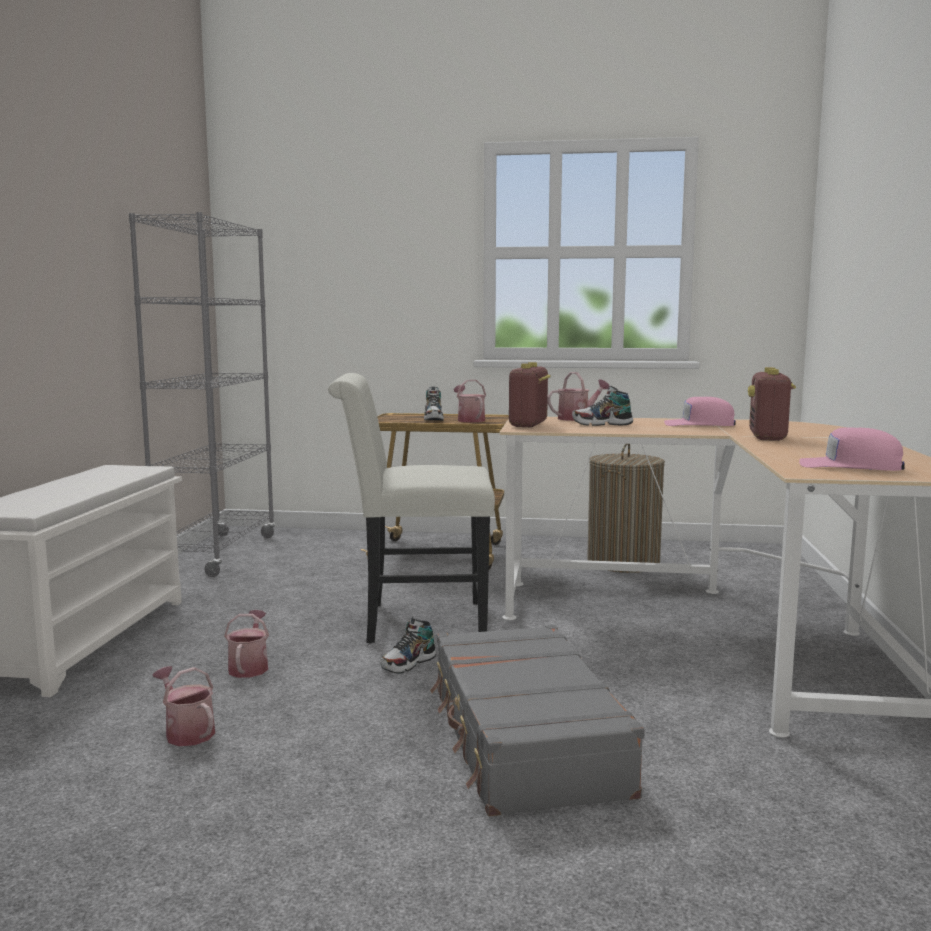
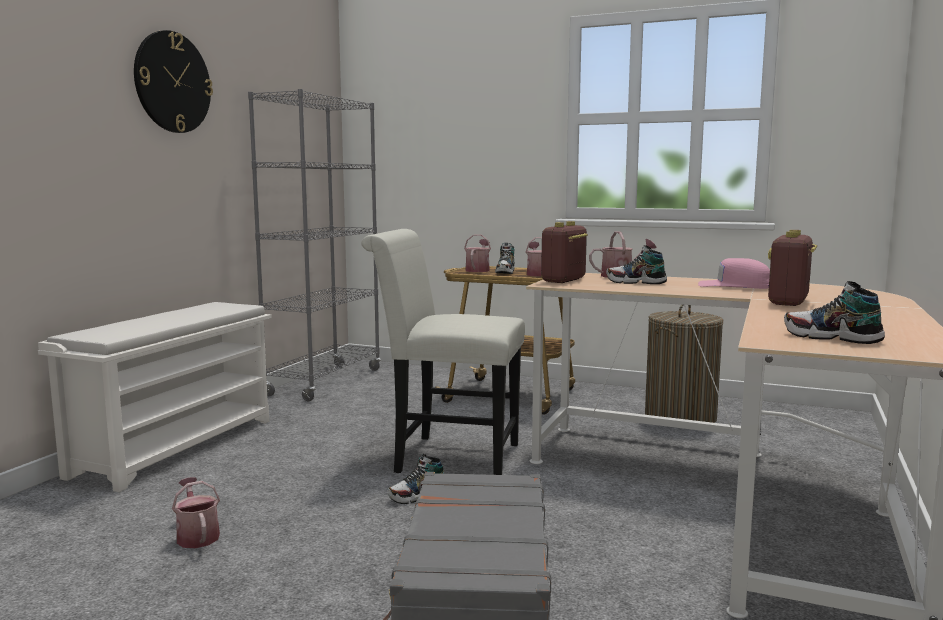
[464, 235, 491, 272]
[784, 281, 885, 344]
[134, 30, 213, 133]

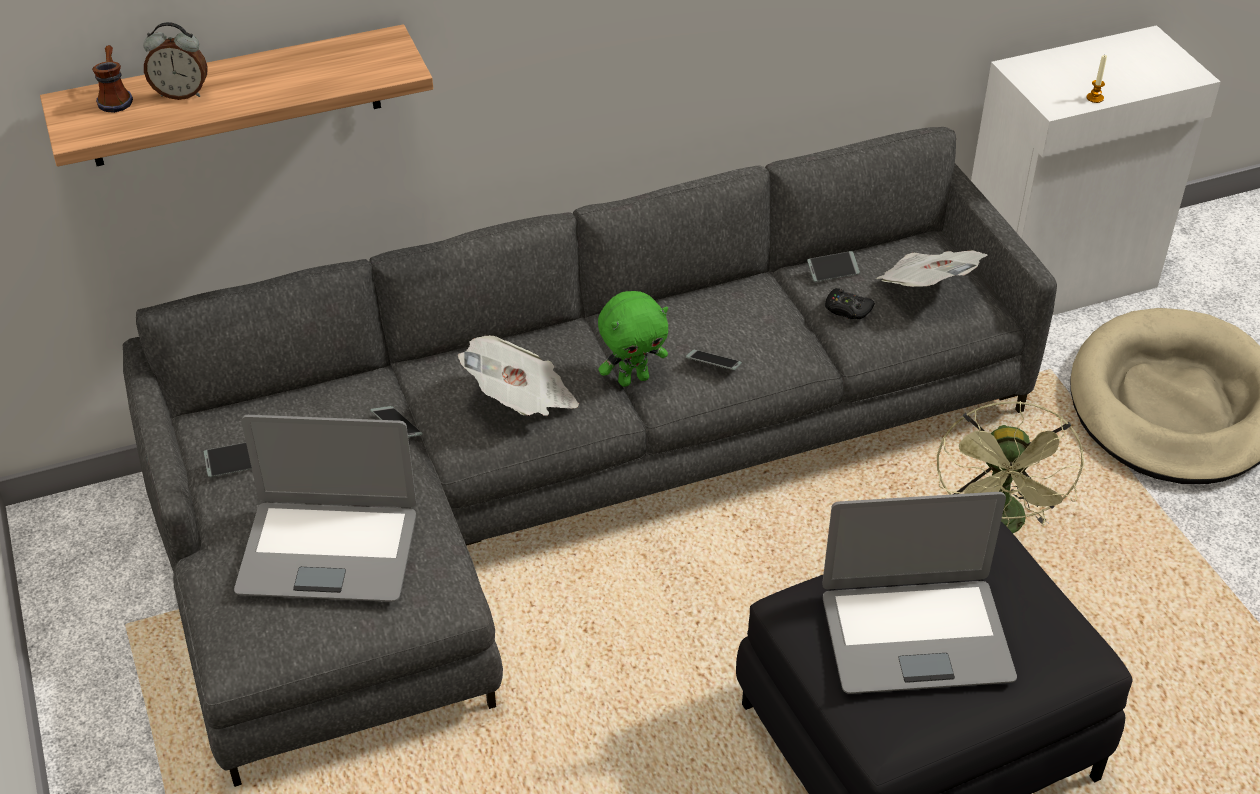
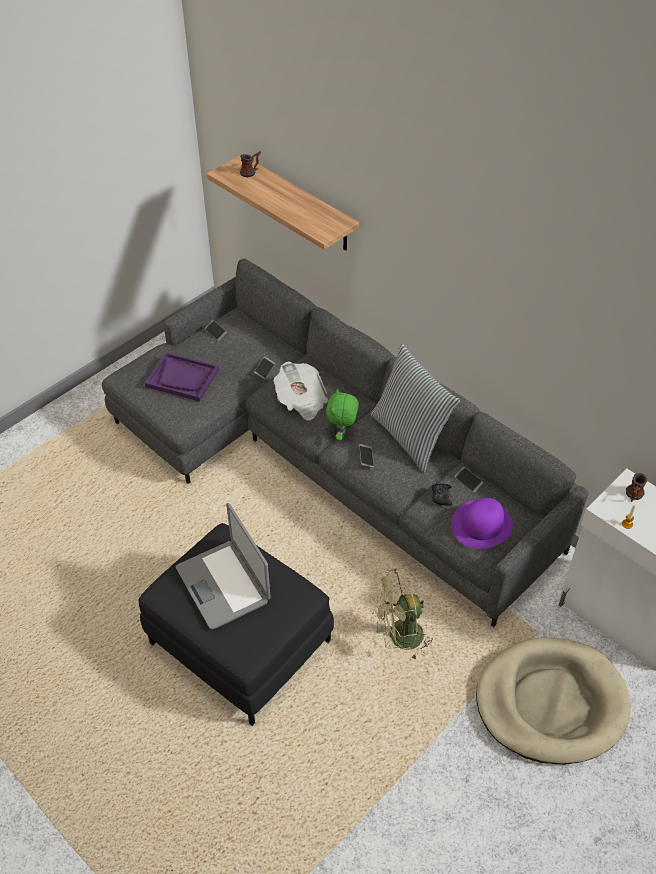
[143, 22, 207, 100] (first image)
[145, 352, 219, 402]
[326, 389, 359, 441]
[451, 498, 513, 549]
[371, 344, 460, 473]
[626, 473, 647, 502]

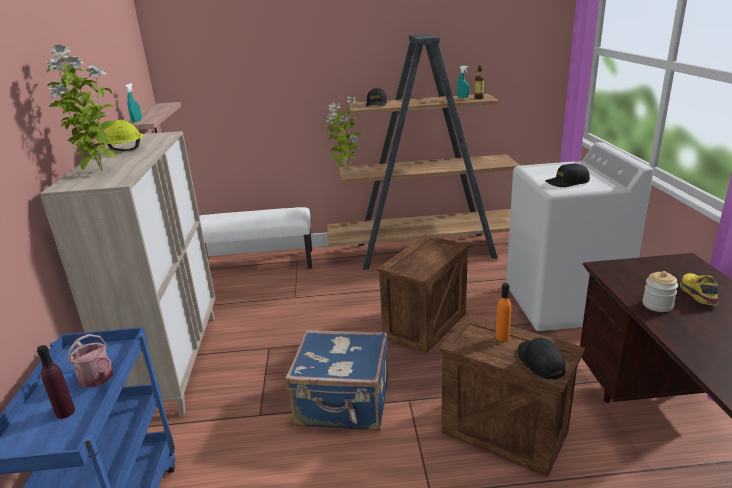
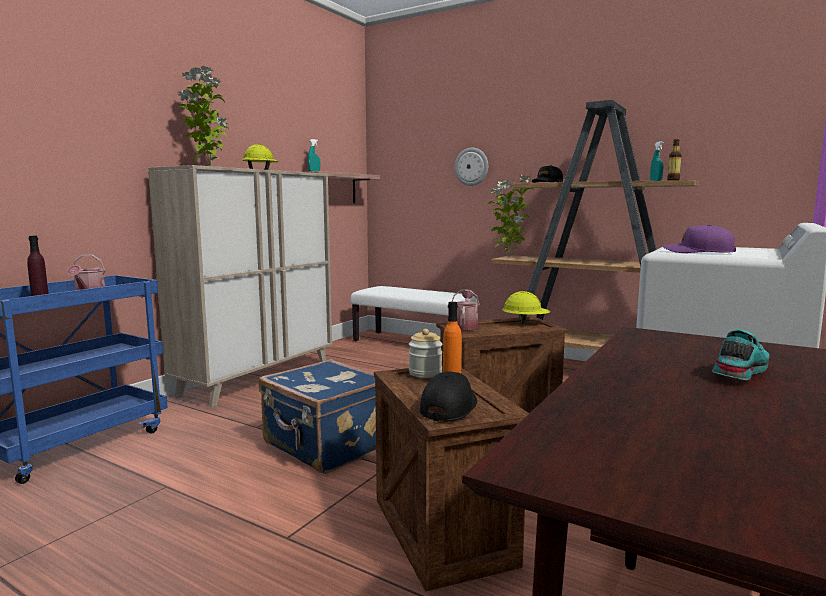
[663, 224, 736, 253]
[409, 329, 442, 378]
[712, 329, 770, 380]
[452, 289, 480, 330]
[455, 148, 488, 186]
[502, 291, 551, 324]

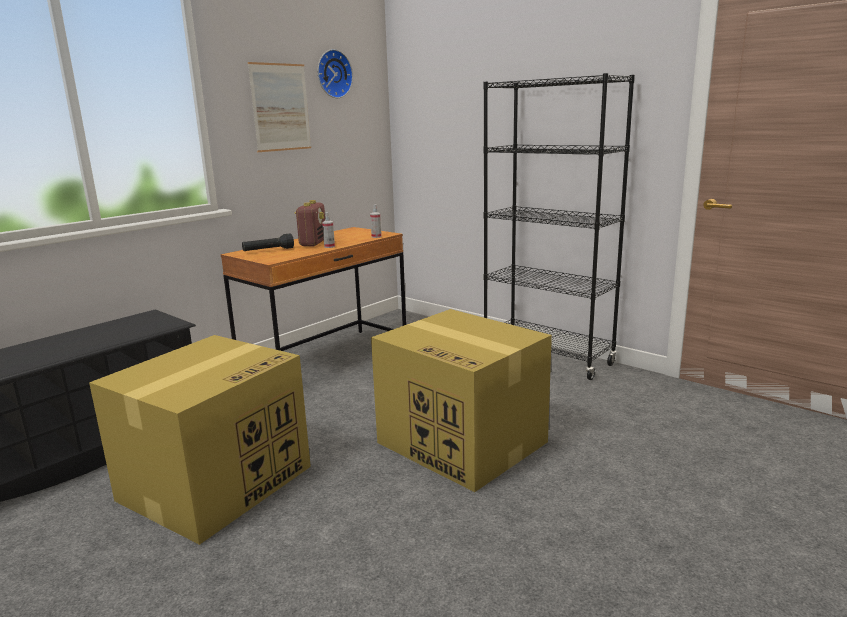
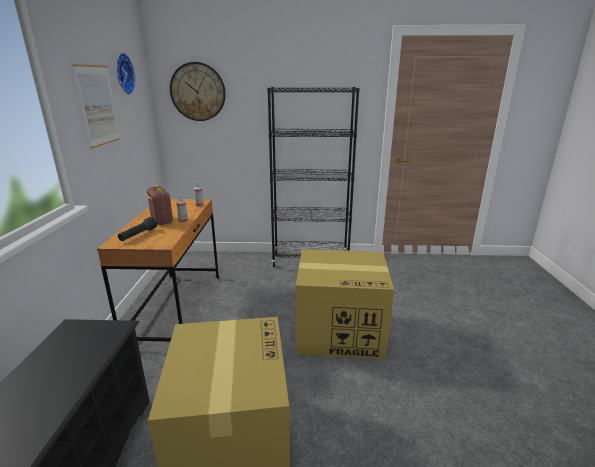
[170, 62, 226, 121]

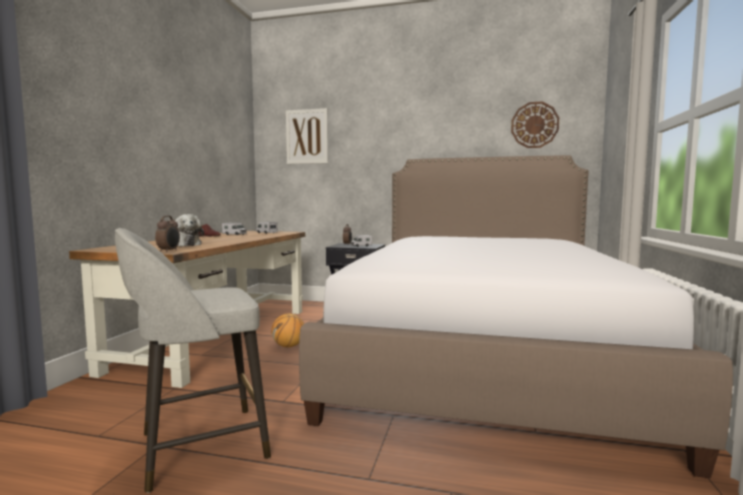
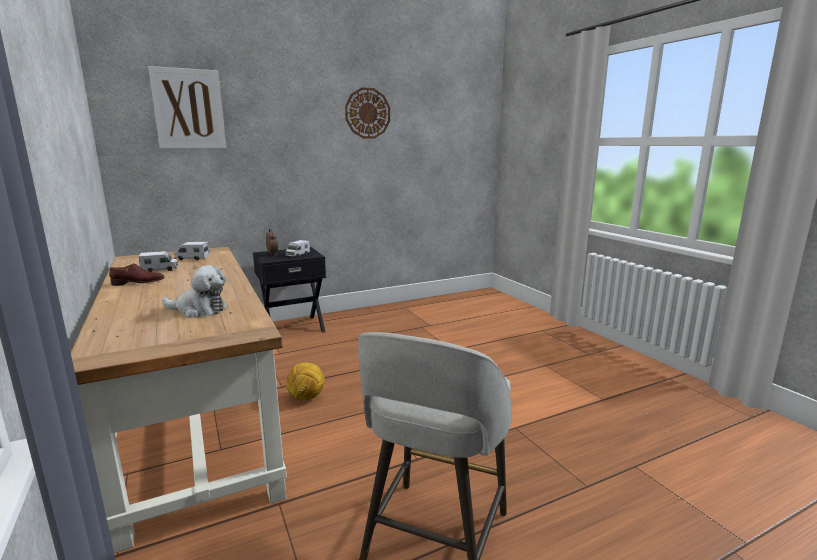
[155, 216, 180, 252] (first image)
[286, 363, 325, 400]
[299, 155, 733, 478] (first image)
[345, 87, 390, 139]

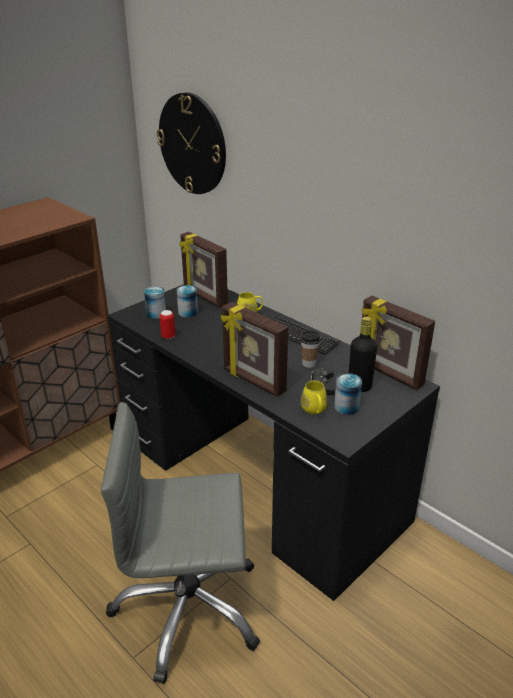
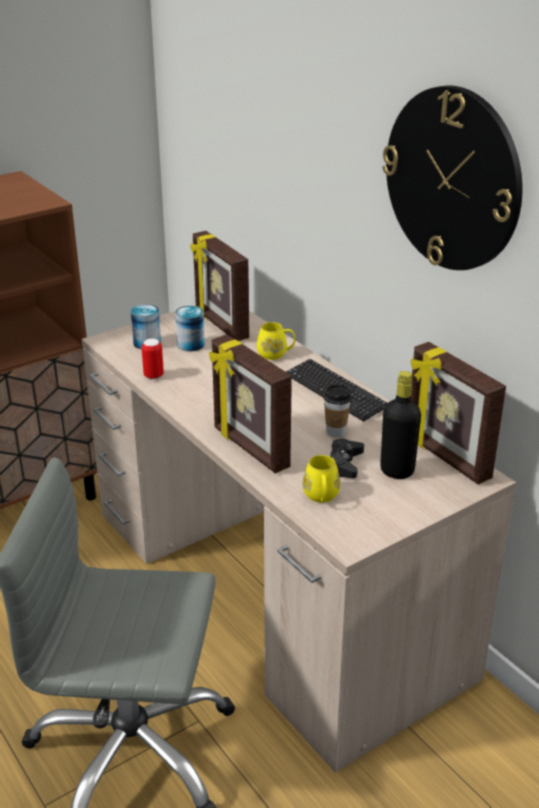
[81, 305, 516, 773]
[382, 85, 523, 270]
[334, 373, 362, 415] (first image)

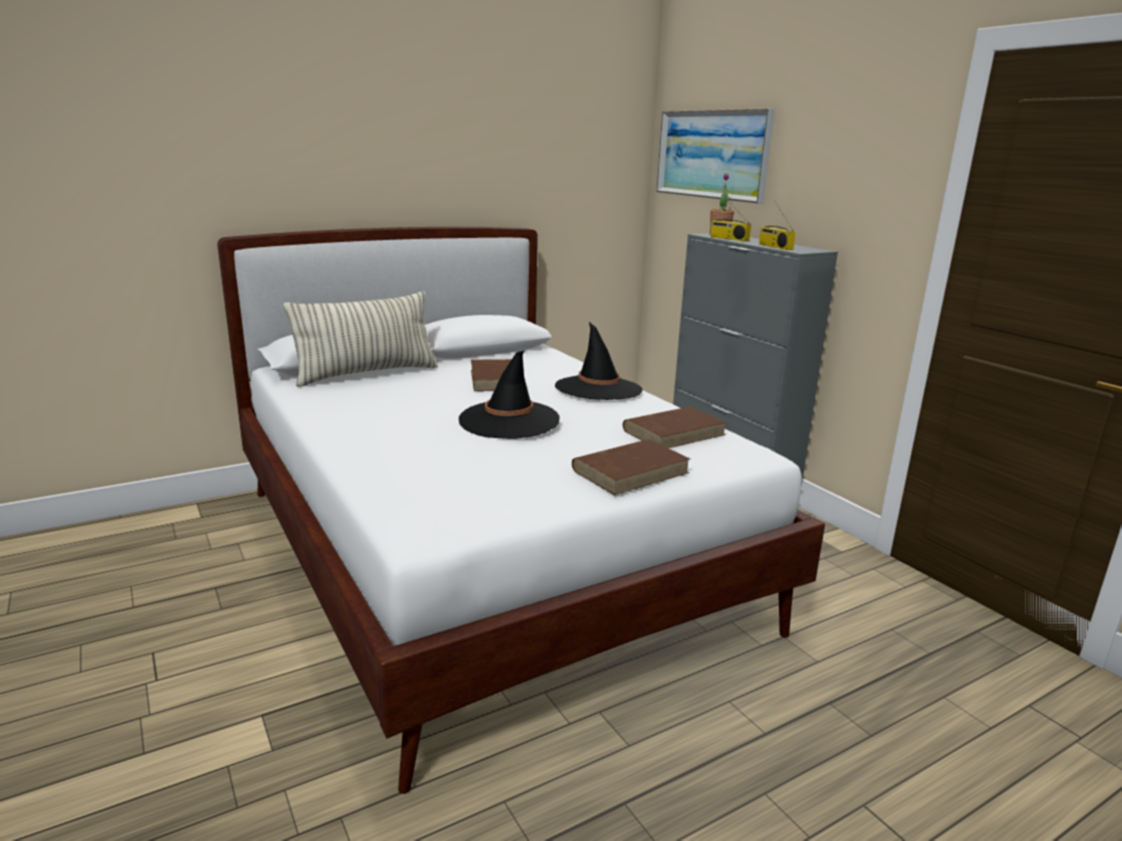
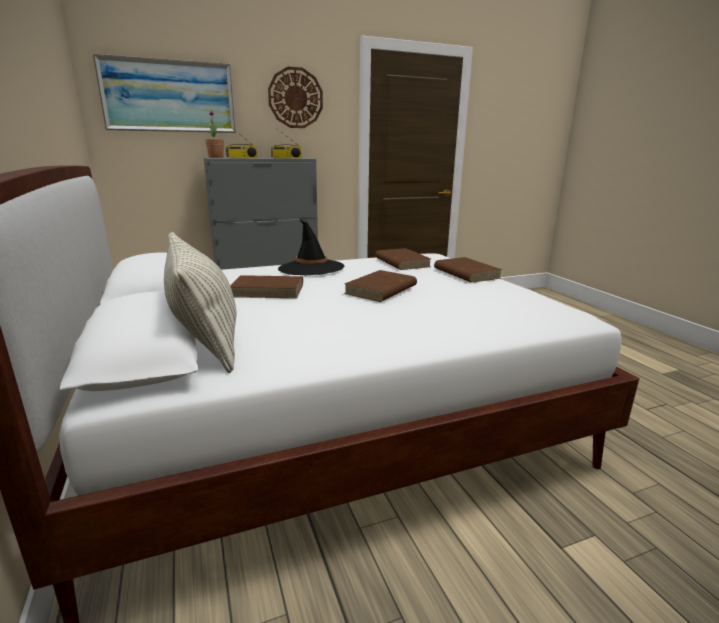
[344, 270, 417, 302]
[268, 67, 323, 128]

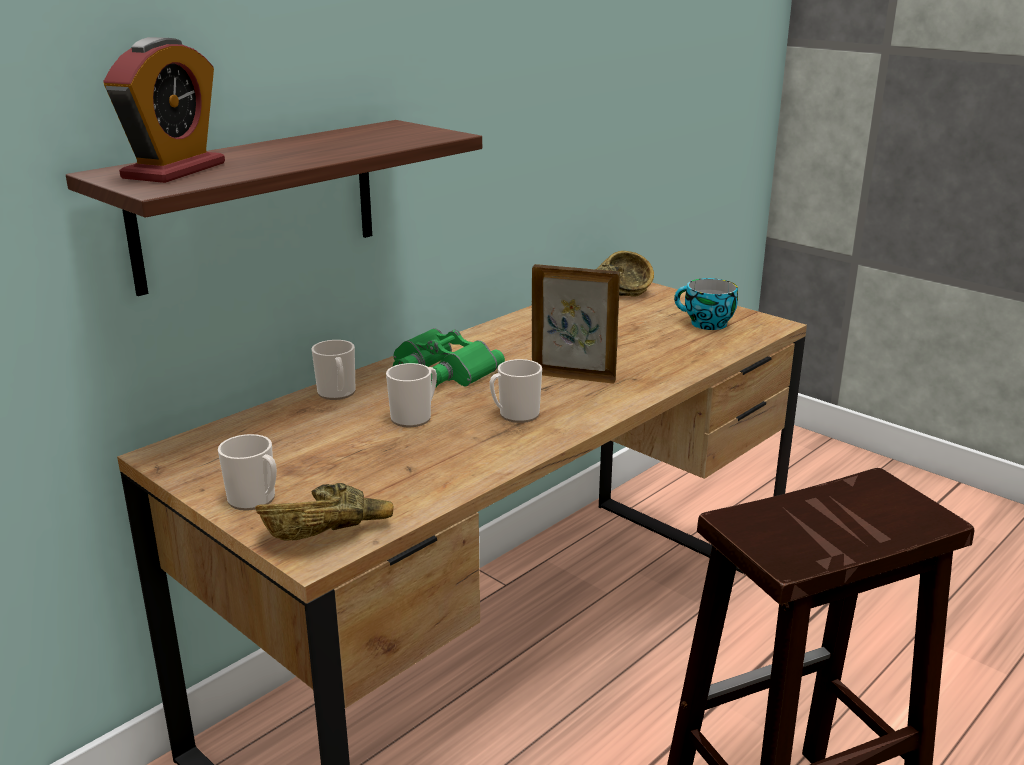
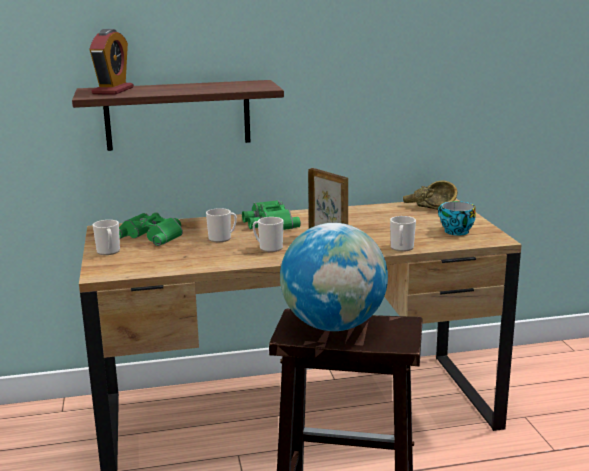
[90, 29, 134, 95]
[255, 483, 394, 541] (first image)
[390, 216, 416, 252]
[119, 212, 183, 246]
[280, 223, 388, 331]

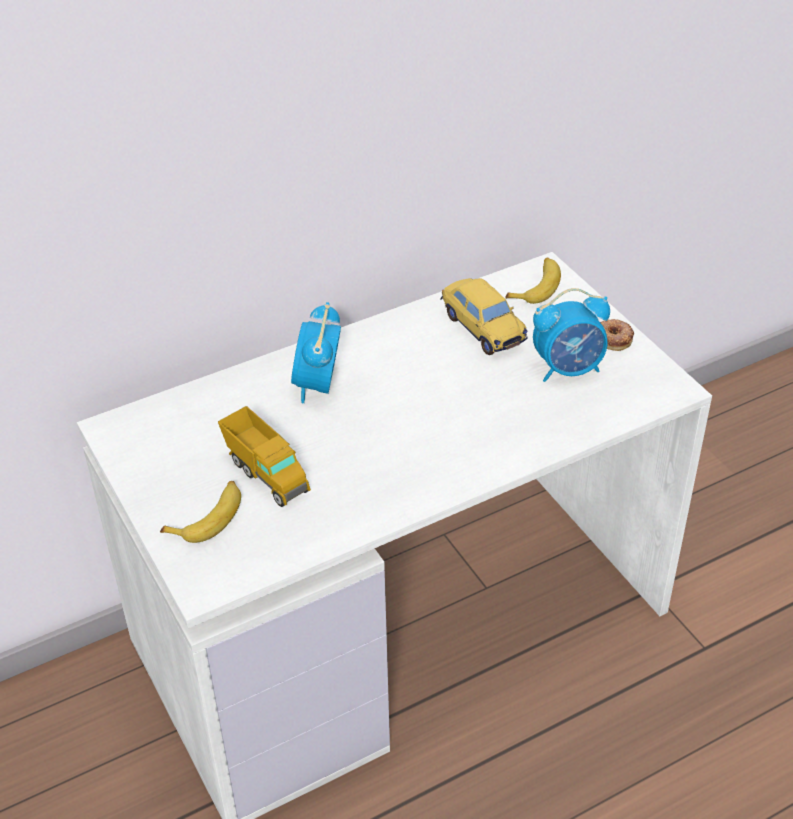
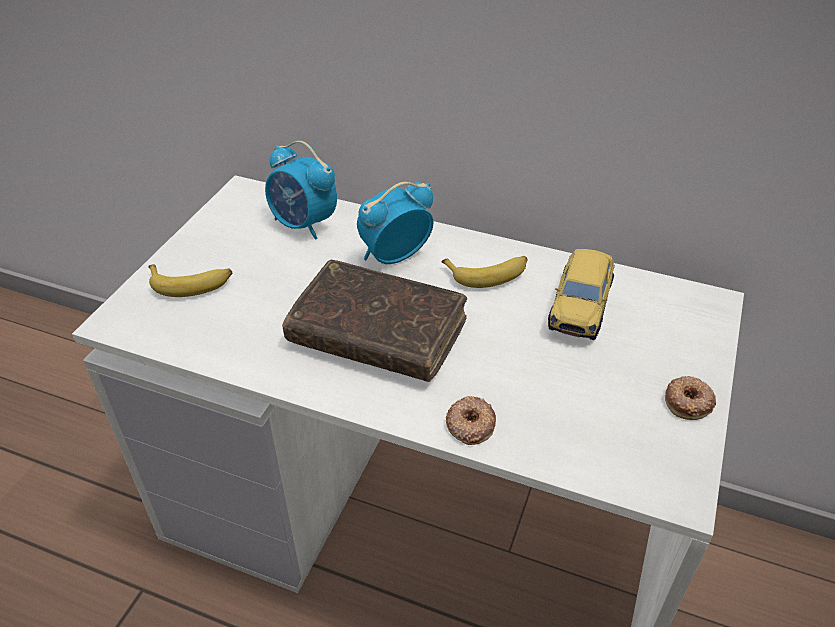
[218, 406, 311, 507] (first image)
[442, 256, 528, 288]
[265, 141, 337, 240]
[282, 260, 467, 382]
[446, 396, 496, 445]

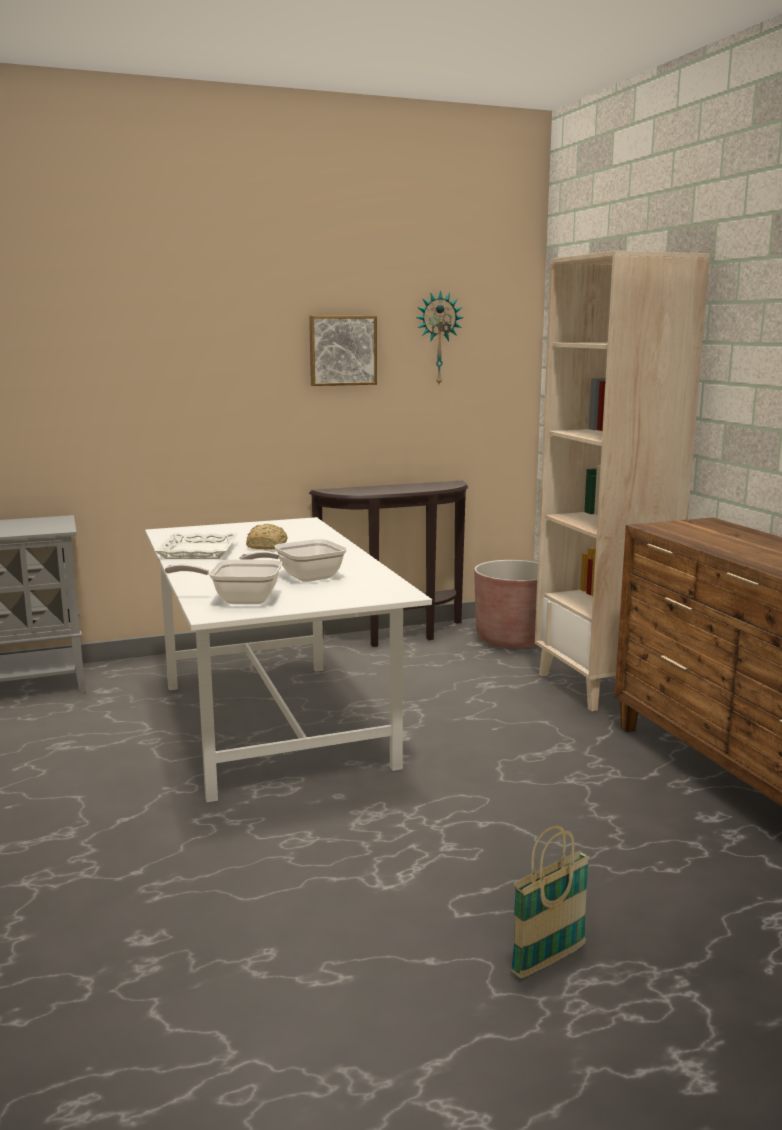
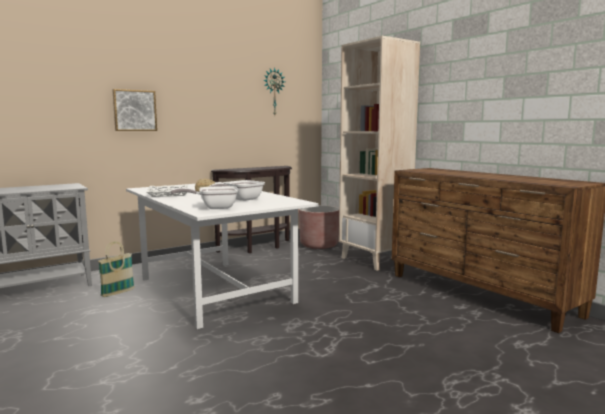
[112, 89, 157, 131]
[98, 241, 135, 297]

